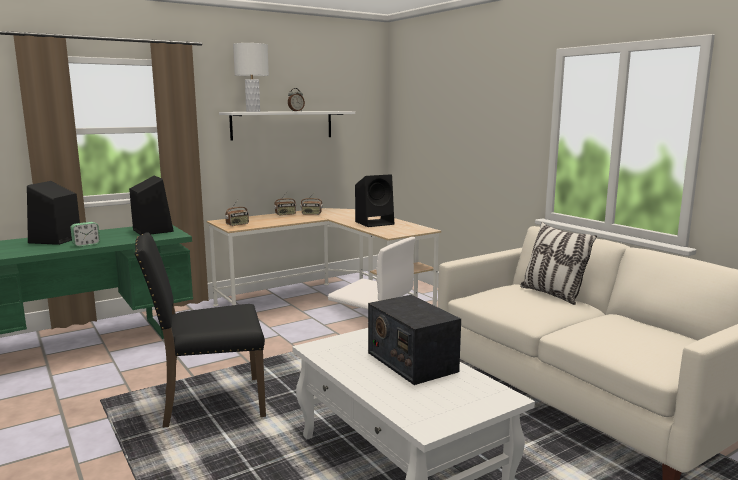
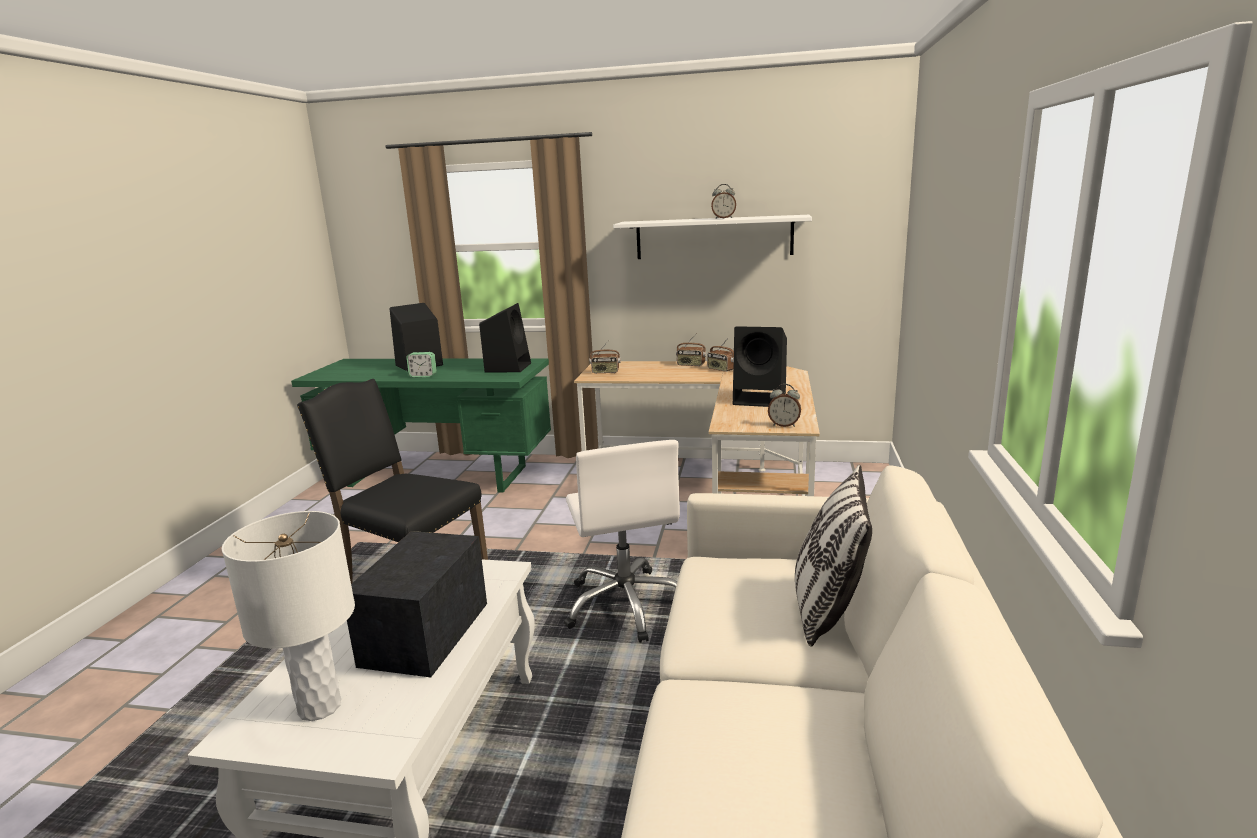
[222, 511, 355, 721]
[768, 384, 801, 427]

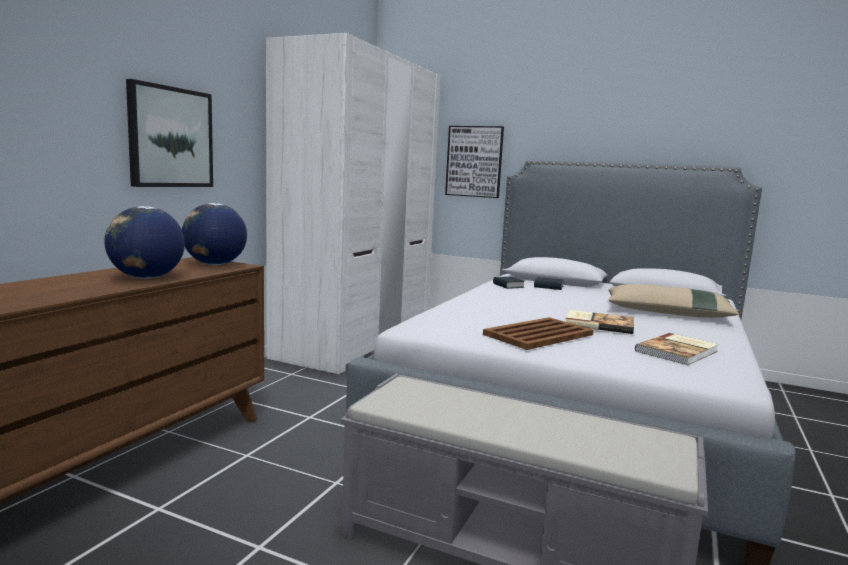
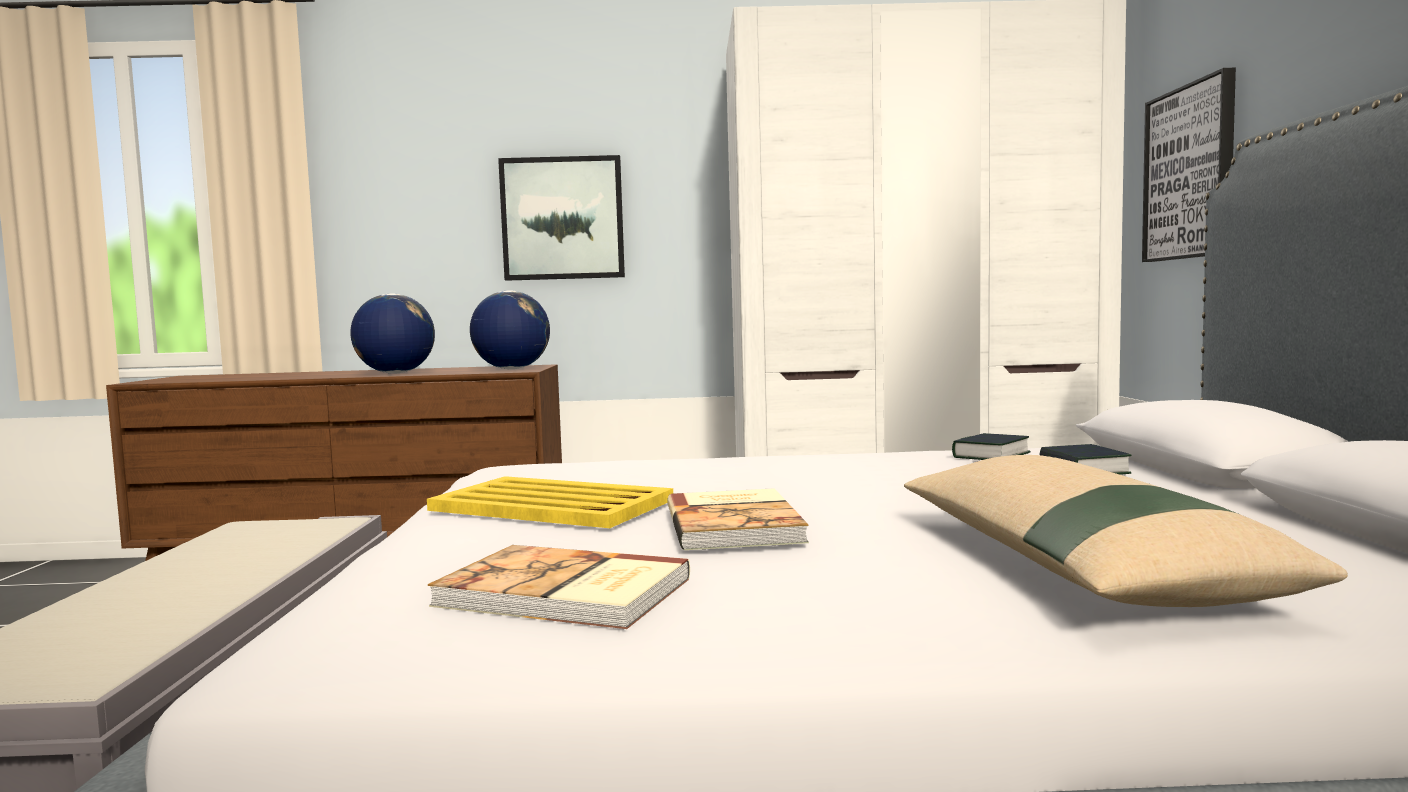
[427, 476, 673, 528]

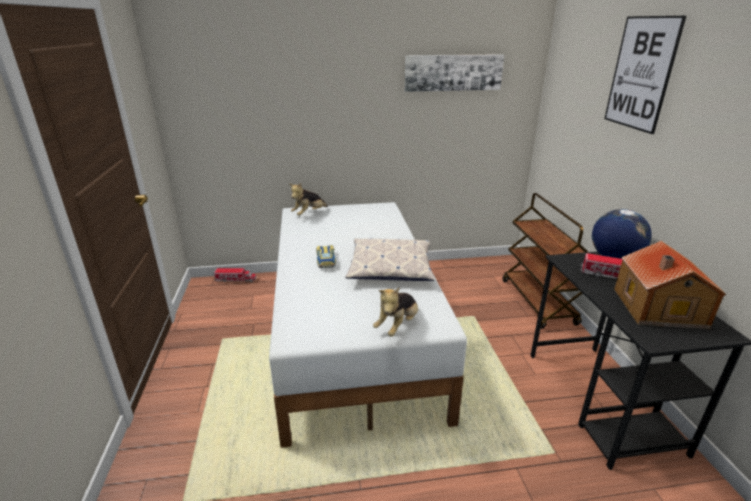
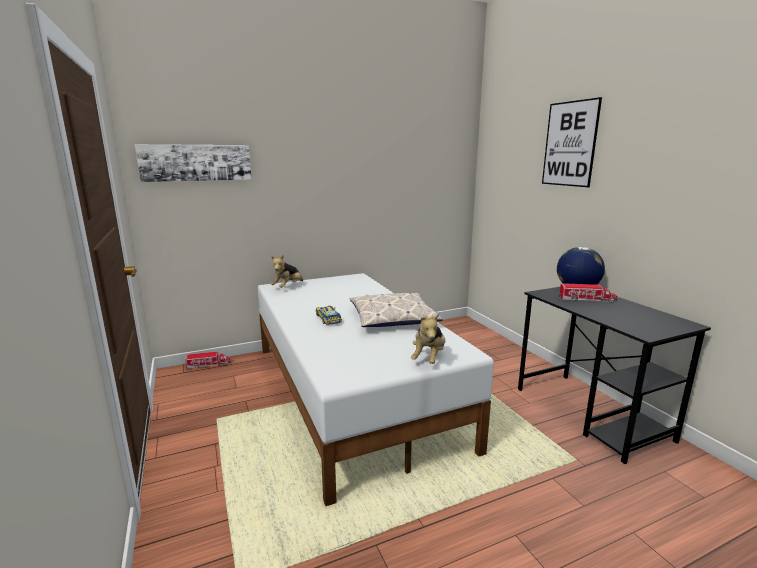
[135, 144, 252, 182]
[503, 193, 588, 329] (first image)
[614, 241, 726, 329] (first image)

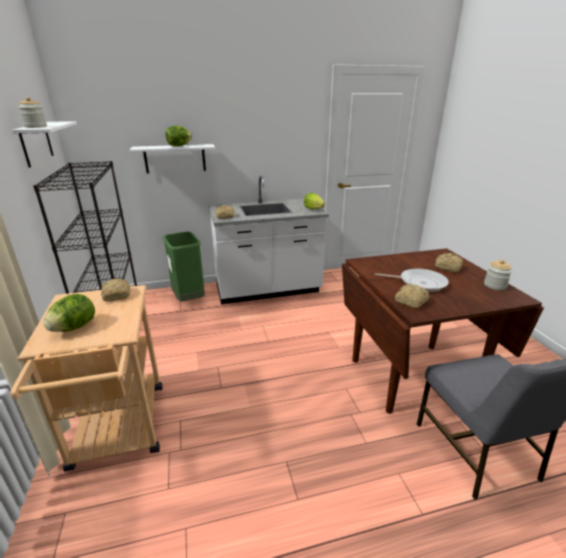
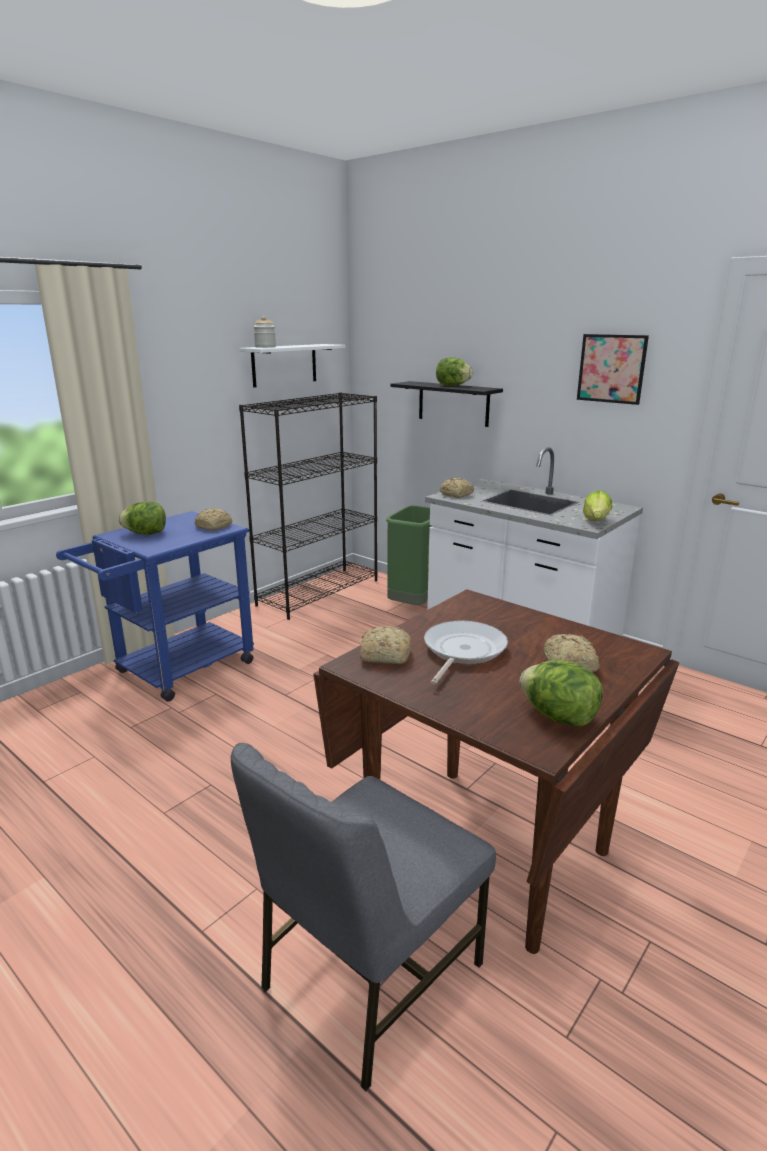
[56, 511, 254, 702]
[390, 381, 503, 427]
[424, 621, 508, 685]
[520, 660, 603, 727]
[577, 334, 649, 405]

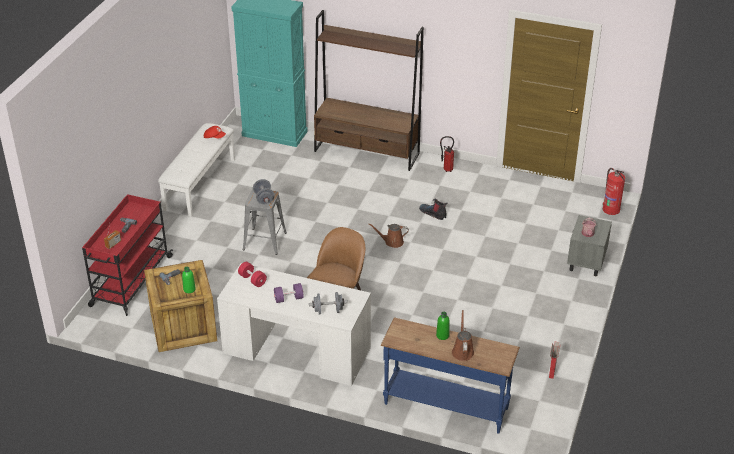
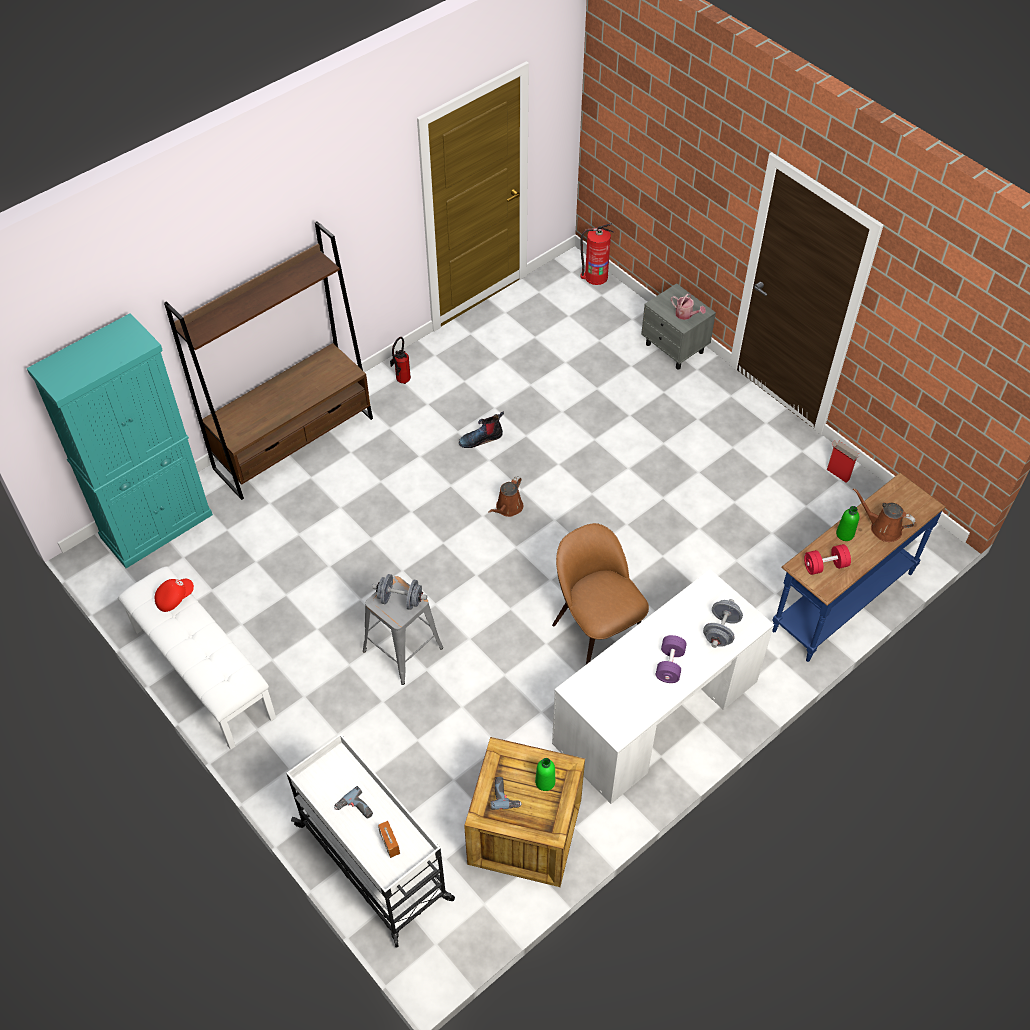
[286, 733, 455, 947]
[804, 544, 851, 575]

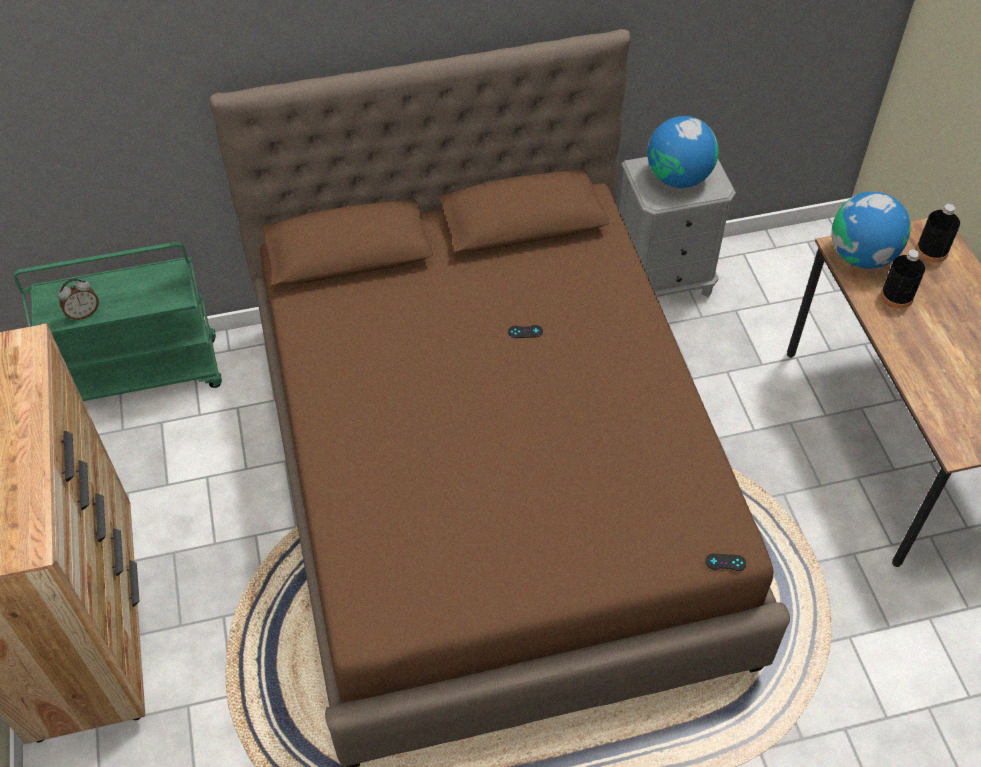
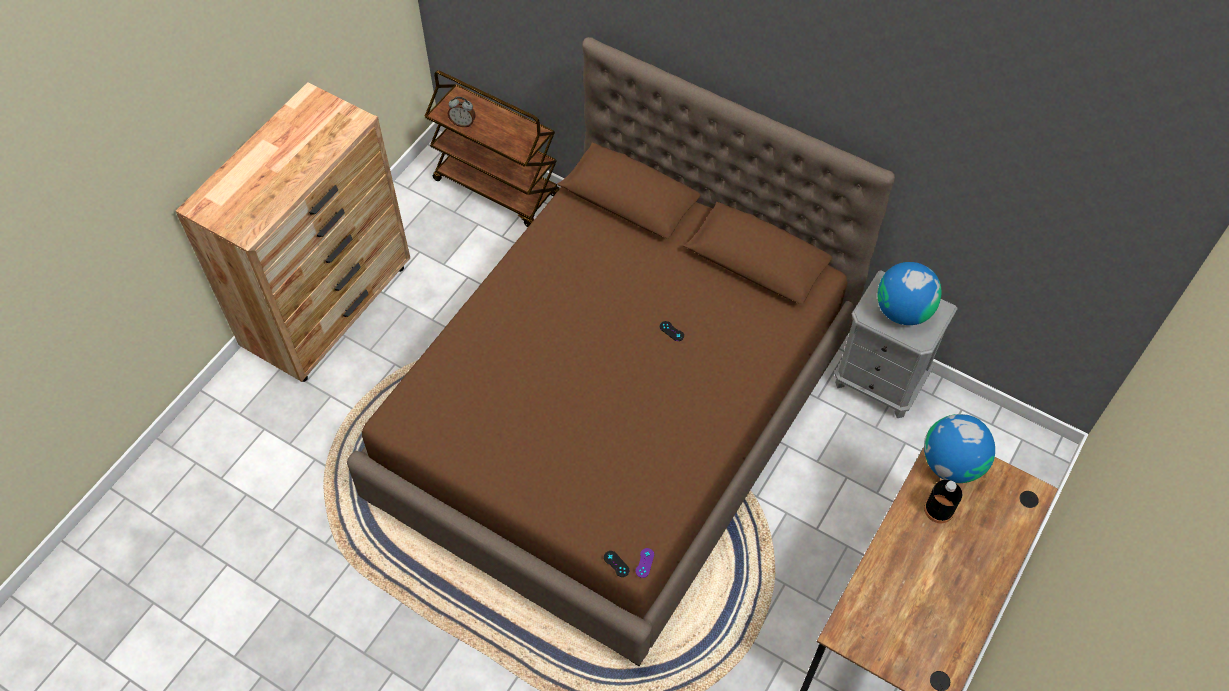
[424, 70, 560, 227]
[916, 204, 960, 262] (first image)
[635, 548, 654, 578]

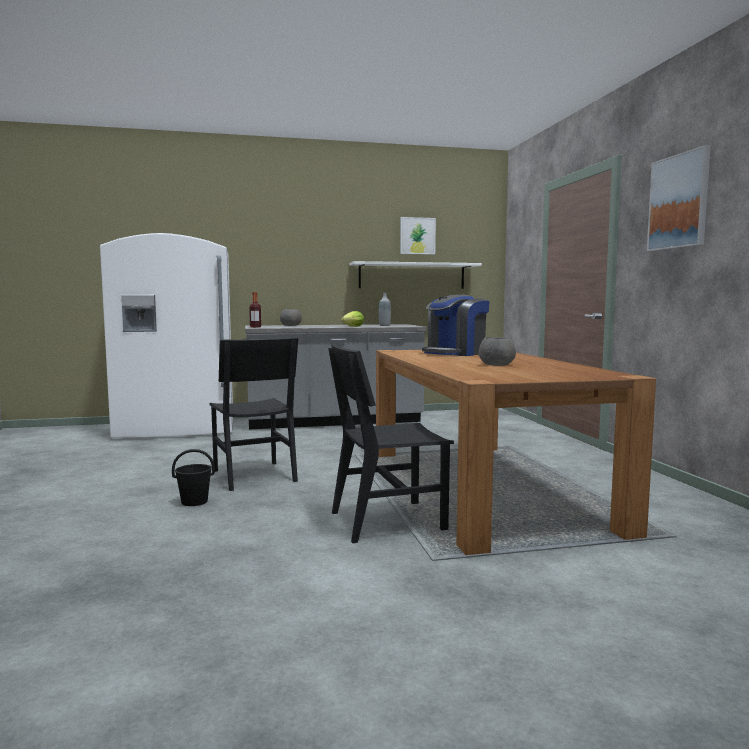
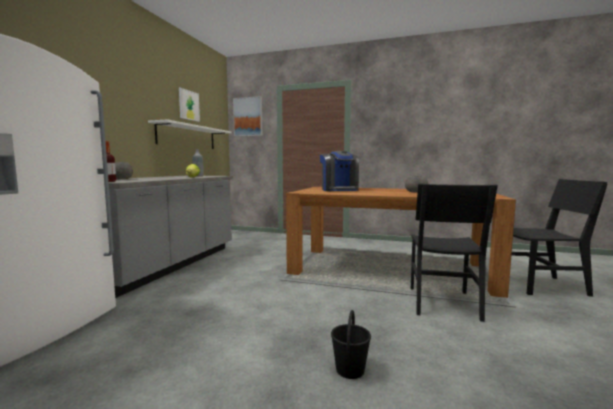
[511, 179, 608, 297]
[233, 96, 262, 136]

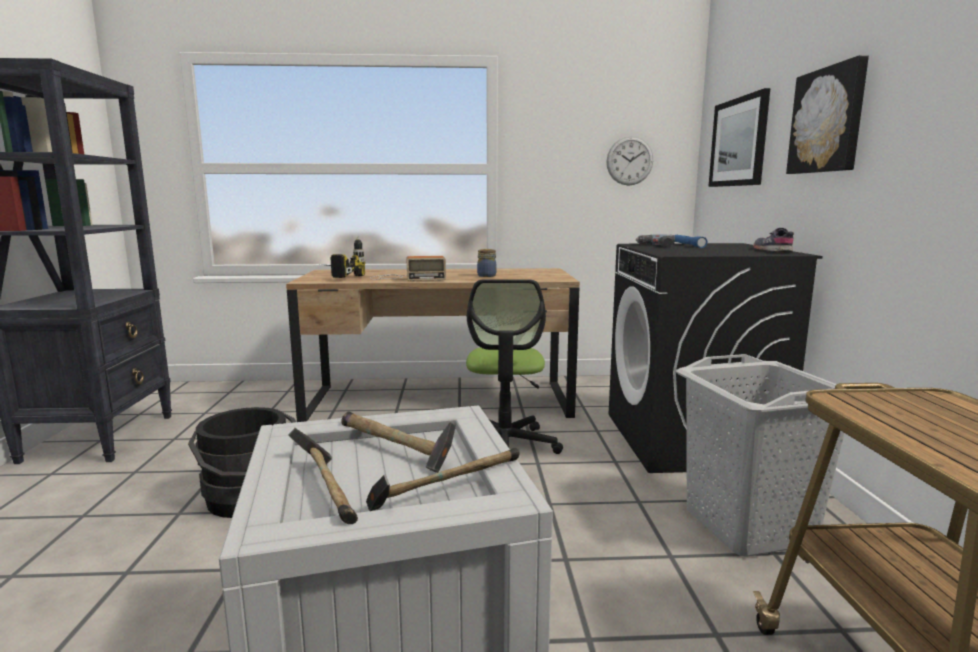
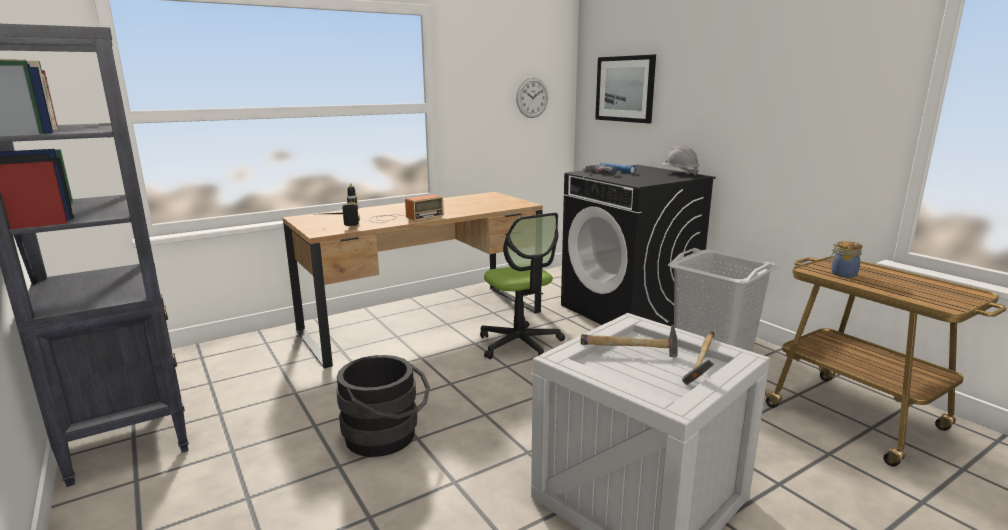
[288, 428, 358, 524] (first image)
[829, 241, 862, 278]
[660, 146, 699, 175]
[786, 55, 869, 174] (first image)

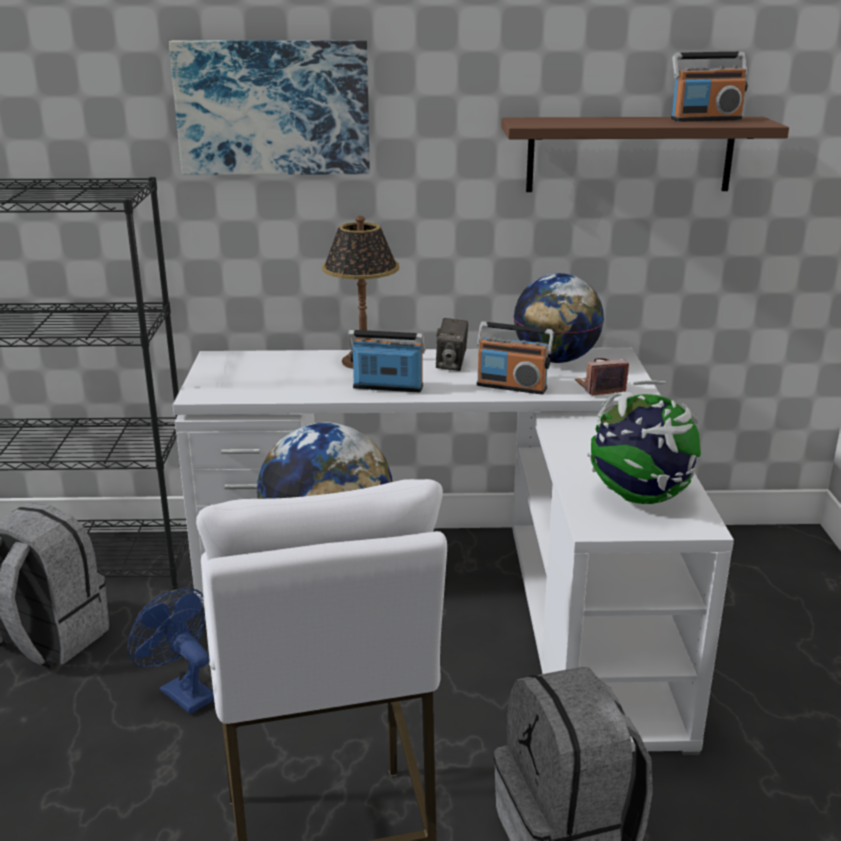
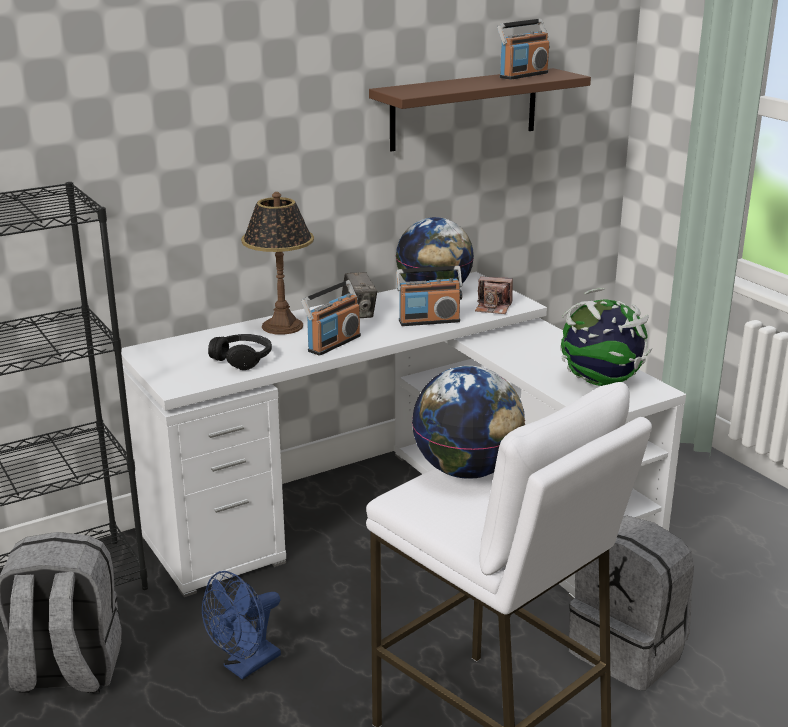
[202, 571, 281, 680]
[169, 40, 370, 175] (first image)
[301, 280, 361, 356]
[475, 277, 513, 314]
[208, 334, 272, 370]

